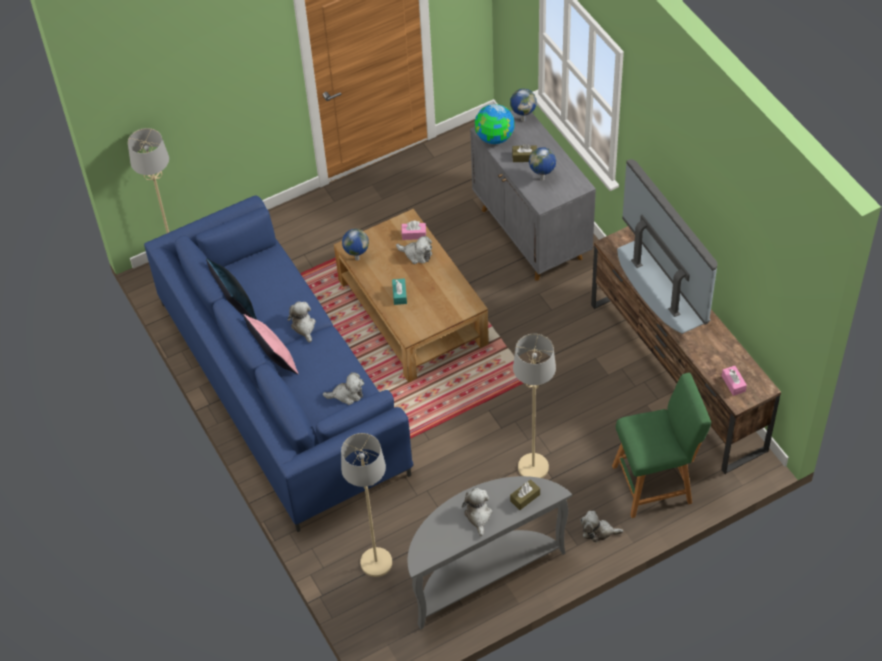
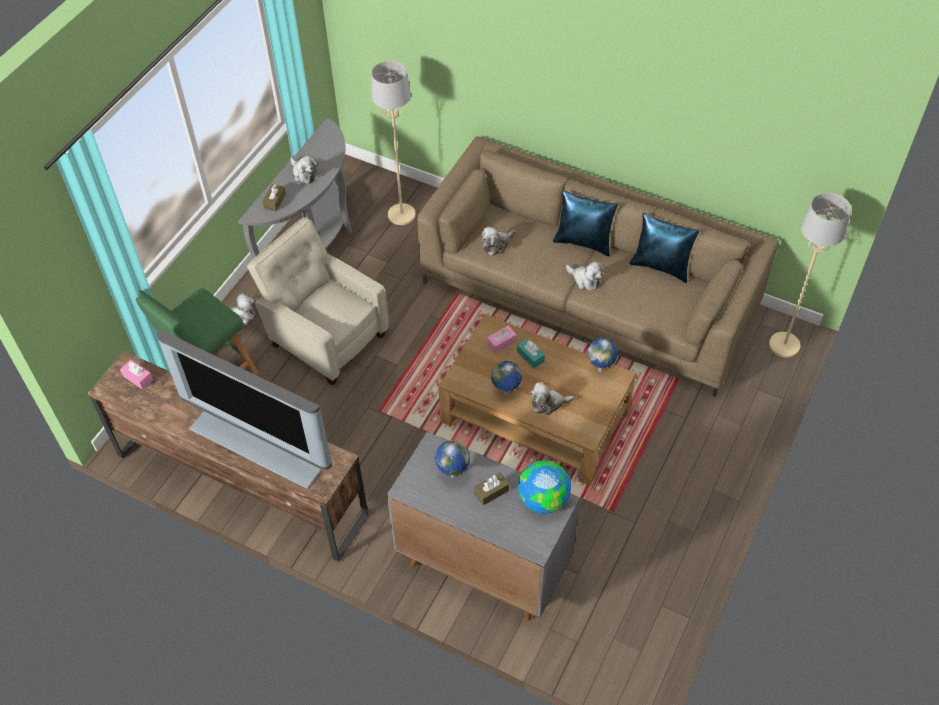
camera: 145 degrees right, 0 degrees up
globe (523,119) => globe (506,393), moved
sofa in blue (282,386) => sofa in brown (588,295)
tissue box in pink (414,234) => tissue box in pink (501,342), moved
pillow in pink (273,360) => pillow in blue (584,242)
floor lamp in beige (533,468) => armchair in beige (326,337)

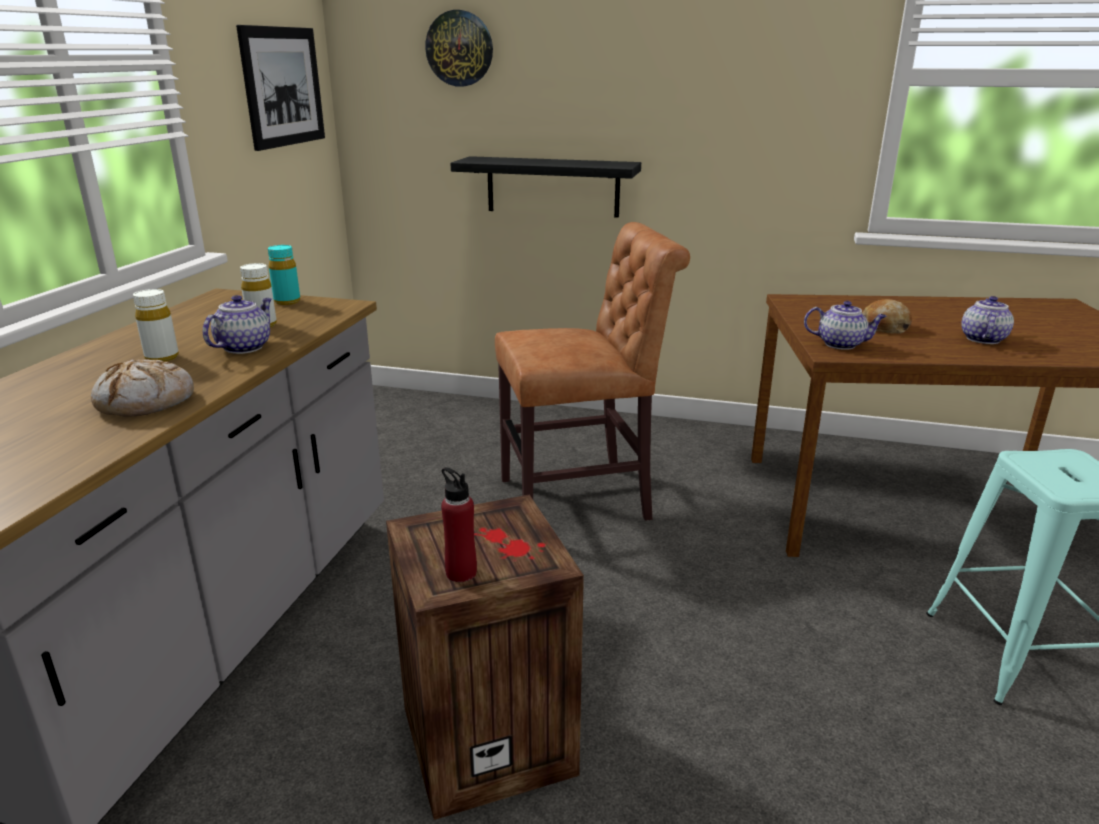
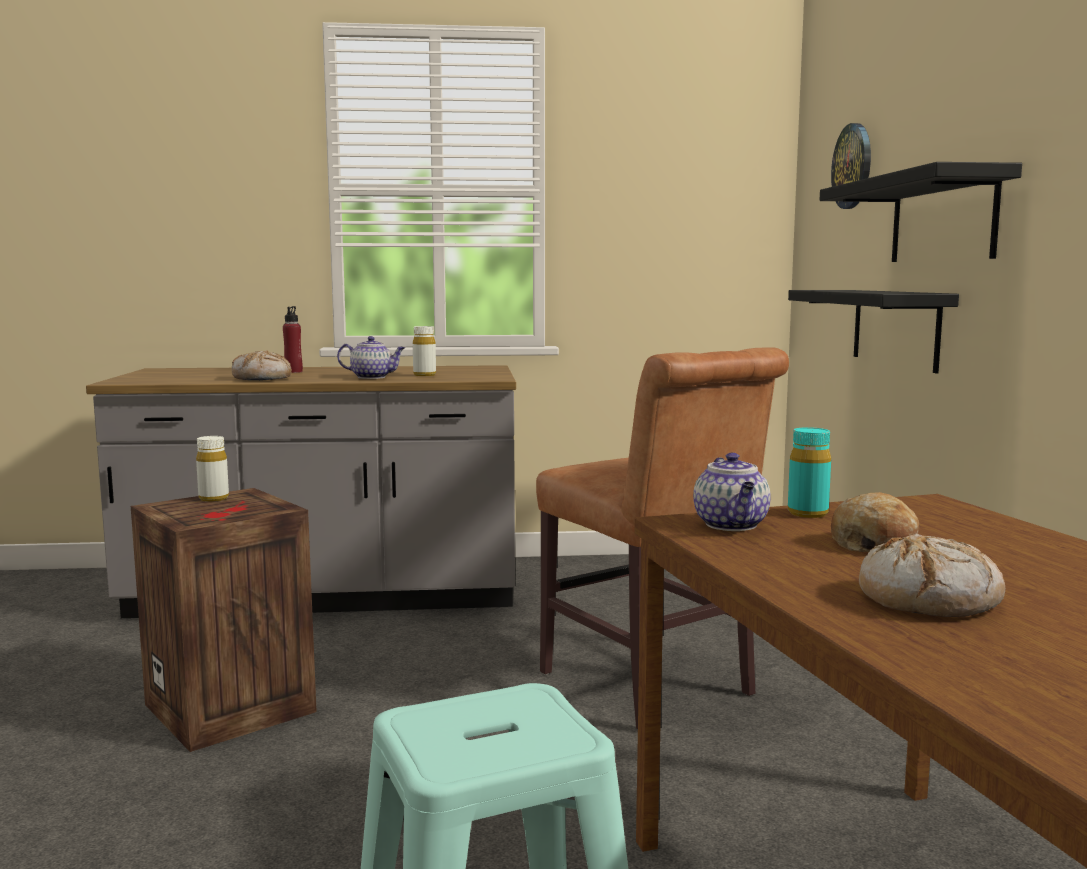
camera: 70 degrees right, 15 degrees down
picture (283,87) => nothing
bottle in turquoise (287,301) => bottle in turquoise (807,513), moved
bottle in white (162,358) => bottle in white (213,498), moved
teapot (982,339) => bread (929,599)
bottle in red (461,572) => bottle in red (293,371), moved
nothing => shelf in black (942,219)

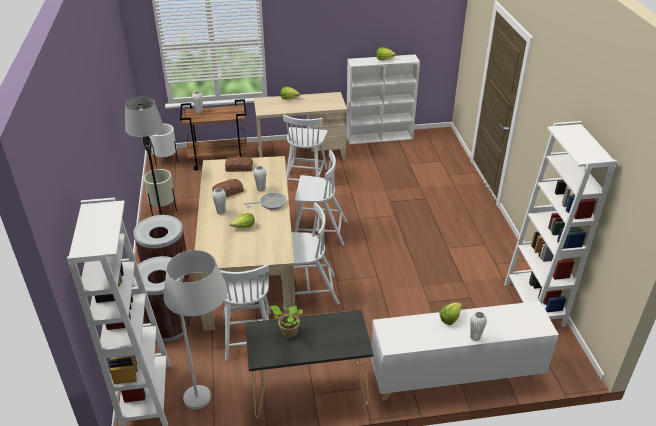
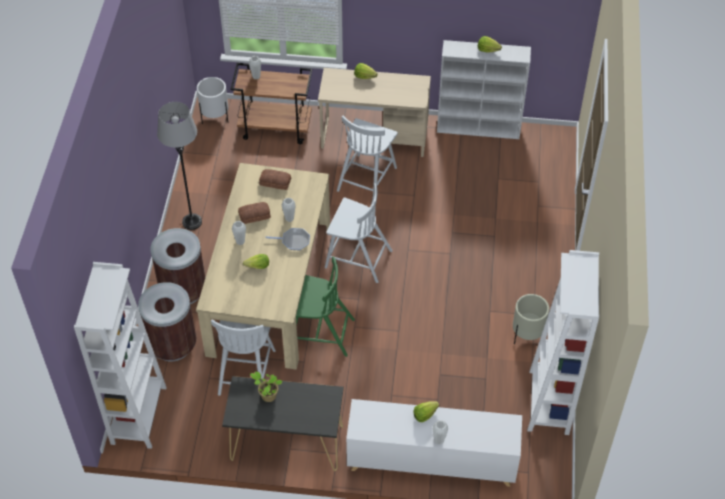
camera: 15 degrees right, 15 degrees up
planter in beige (163,209) => planter in beige (527,335), moved
chair in white (307,291) => chair in green (320,333)
floor lamp in white (212,395) => nothing

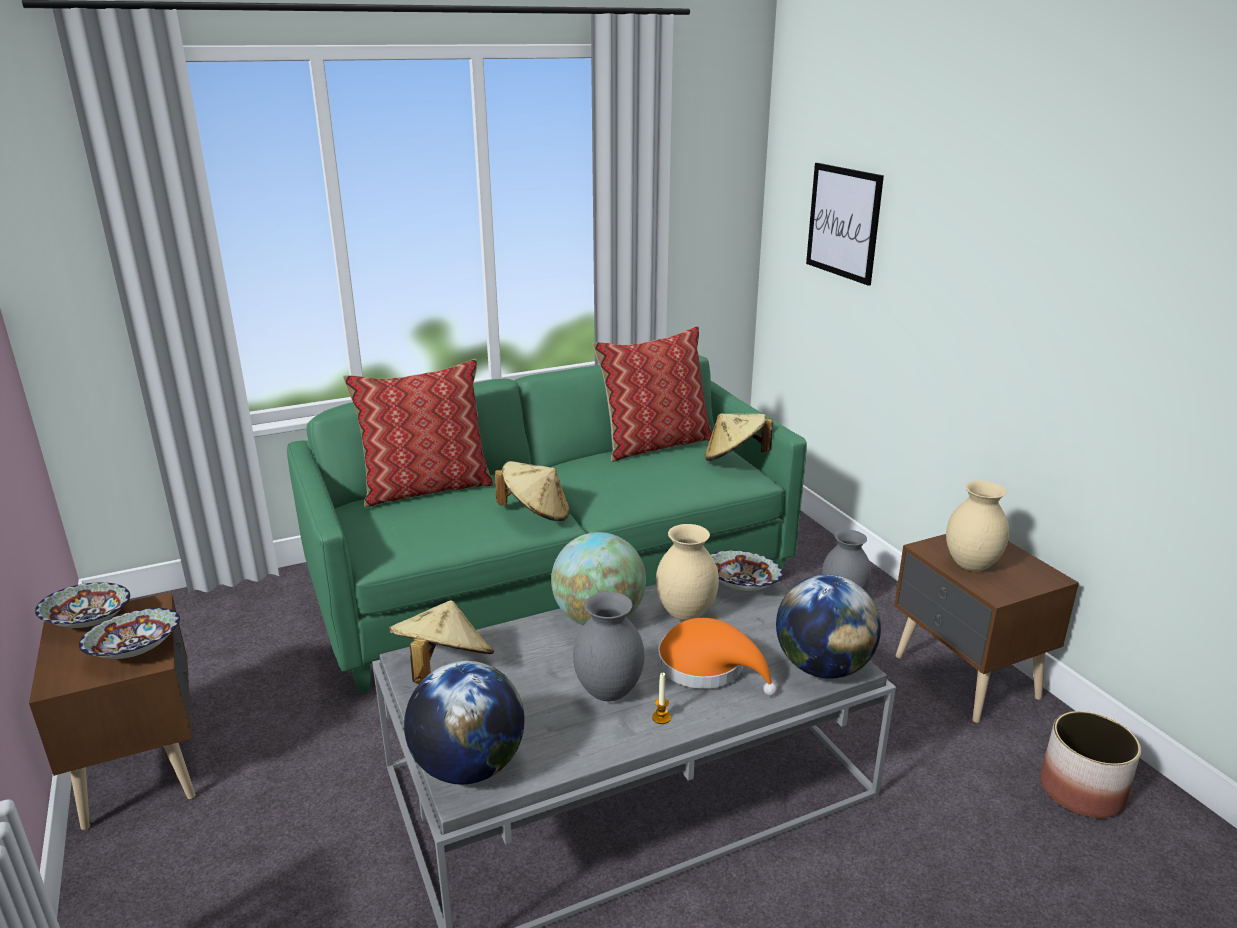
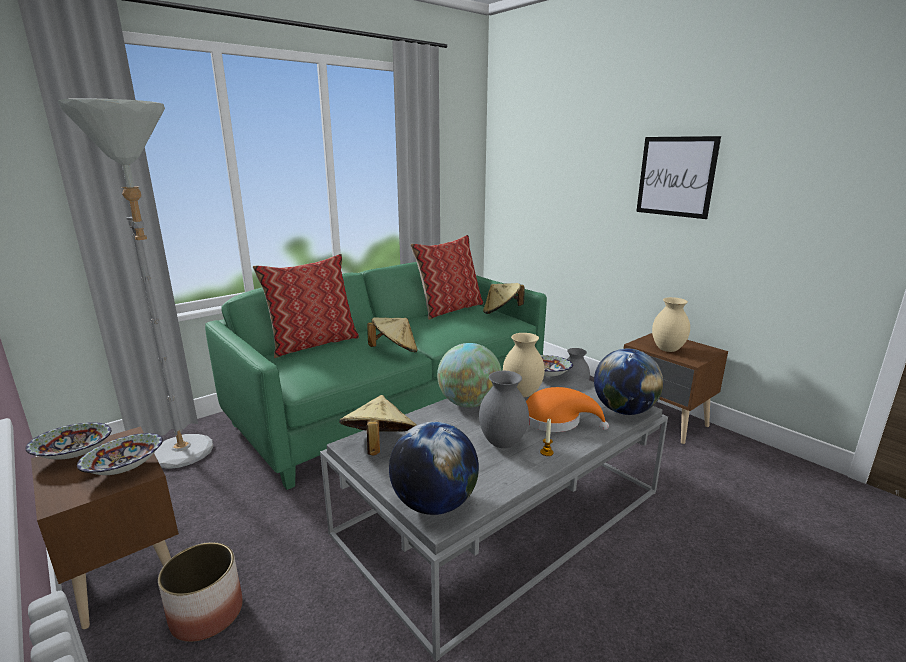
camera: 15 degrees left, 5 degrees down
picture (843,222) => picture (676,176), moved
planter (1082,791) => planter (207,614), moved
nothing => floor lamp in grey (186,458)

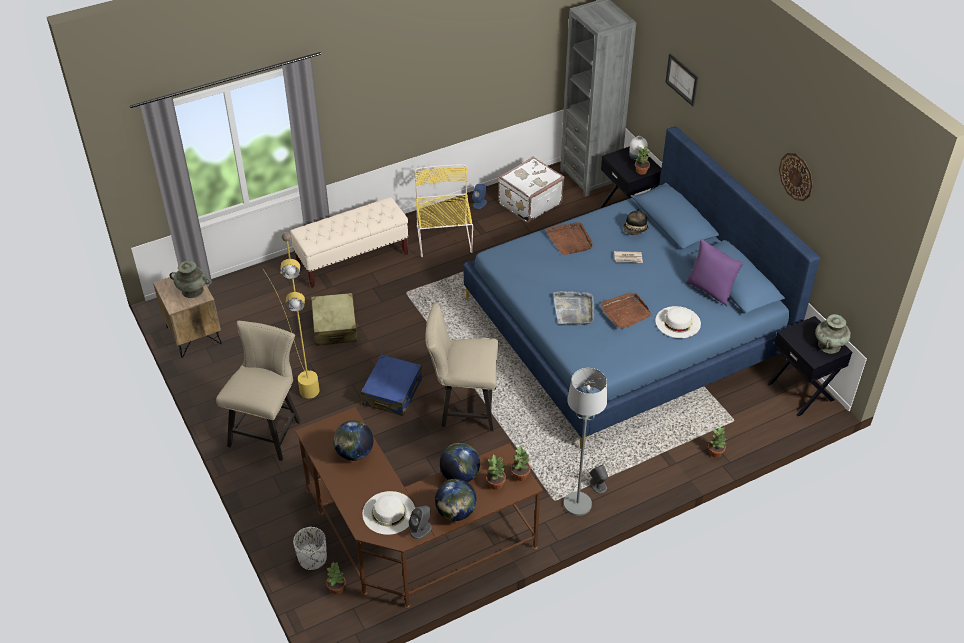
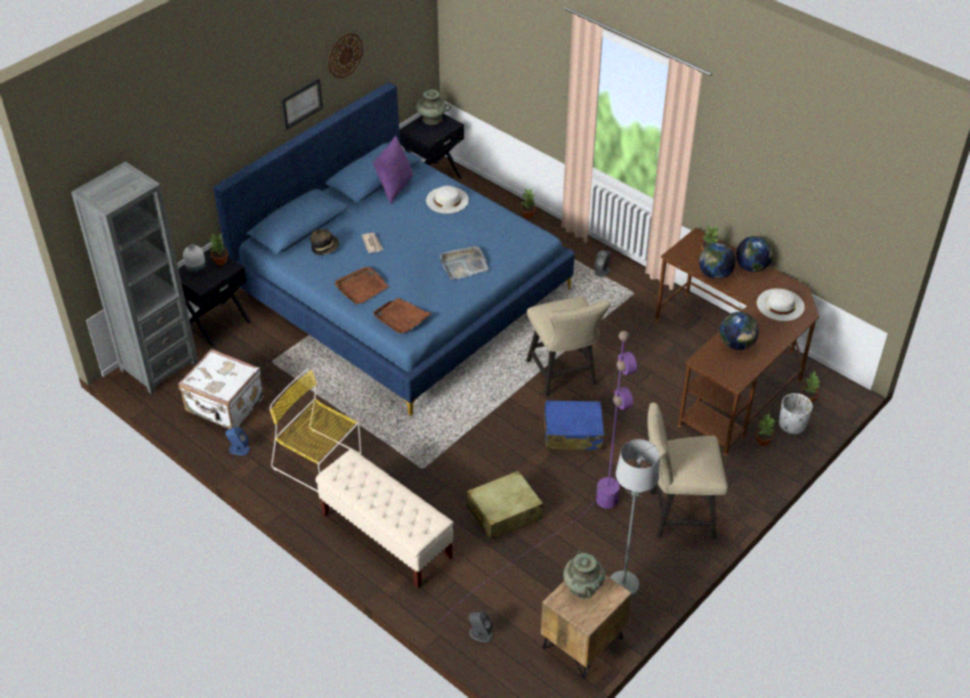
camera: 110 degrees left, 0 degrees up
picture (682,79) => picture (301,103), moved
chair in yellow (444,240) => chair in yellow (319,462), 60 degrees clockwise
floor lamp in yellow (297,353) => floor lamp in purple (561,531)
tray in brown (625,312) => tray in brown (401,317), moved
floor lamp in grey (577,504) => floor lamp in grey (623,584), moved
potted plant (520,475) => potted plant (762,441), moved
speaker in grey (421,530) => speaker in grey (480,634), moved

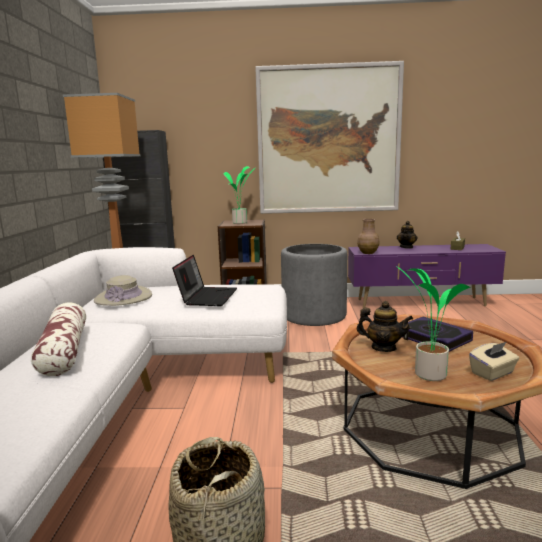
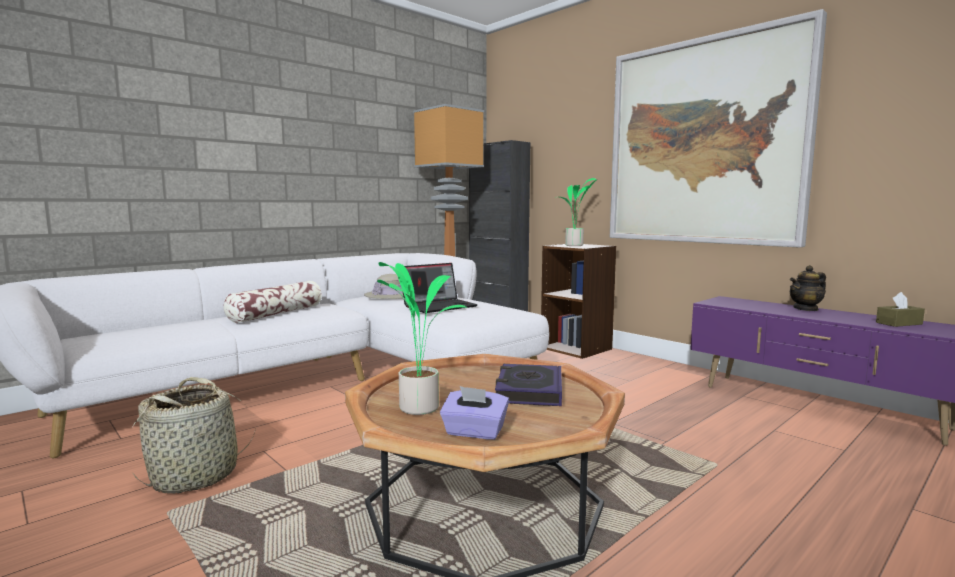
camera: 45 degrees right, 5 degrees down
vase in brown (368,252) => nothing
planter in grey (314,315) => nothing
teapot (383,348) => nothing
tissue box in beige (492,373) => tissue box in purple (474,432)

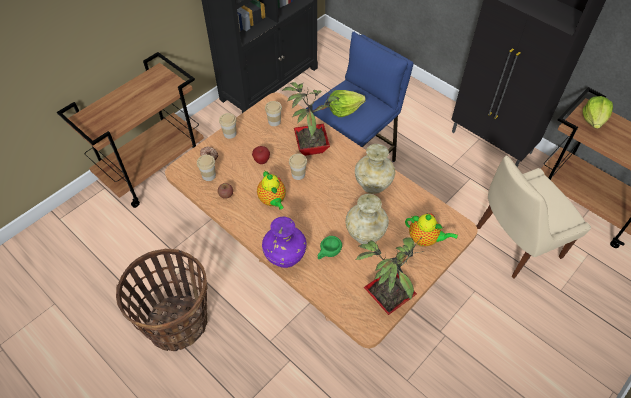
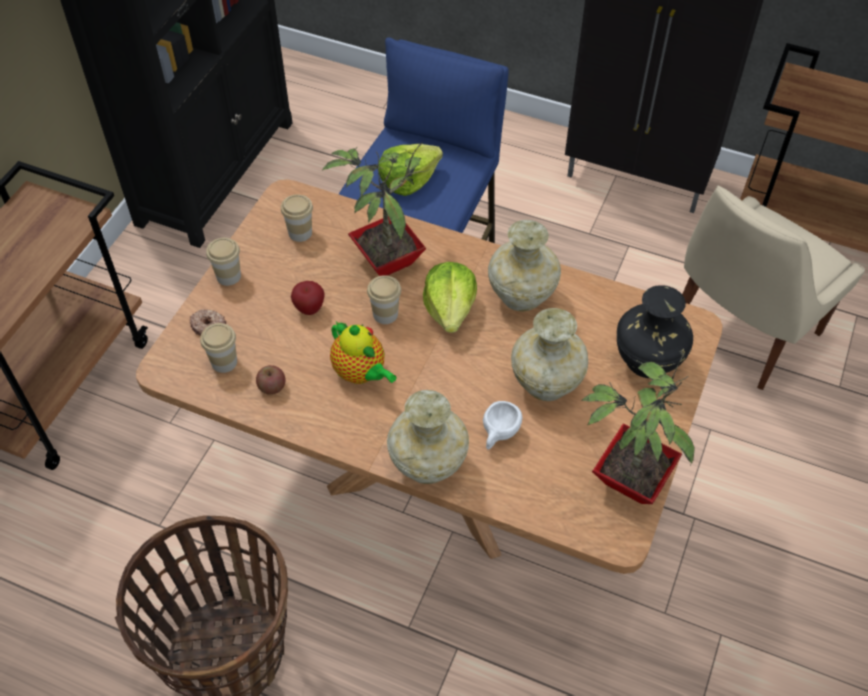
camera: 20 degrees left, 0 degrees up
lettuce (594,120) => lettuce (450,309), moved
teapot (425,239) => vase in black (646,362)
vase in purple (284,257) => vase in beige (427,465)
cup in green (328,253) => cup in white (498,434)

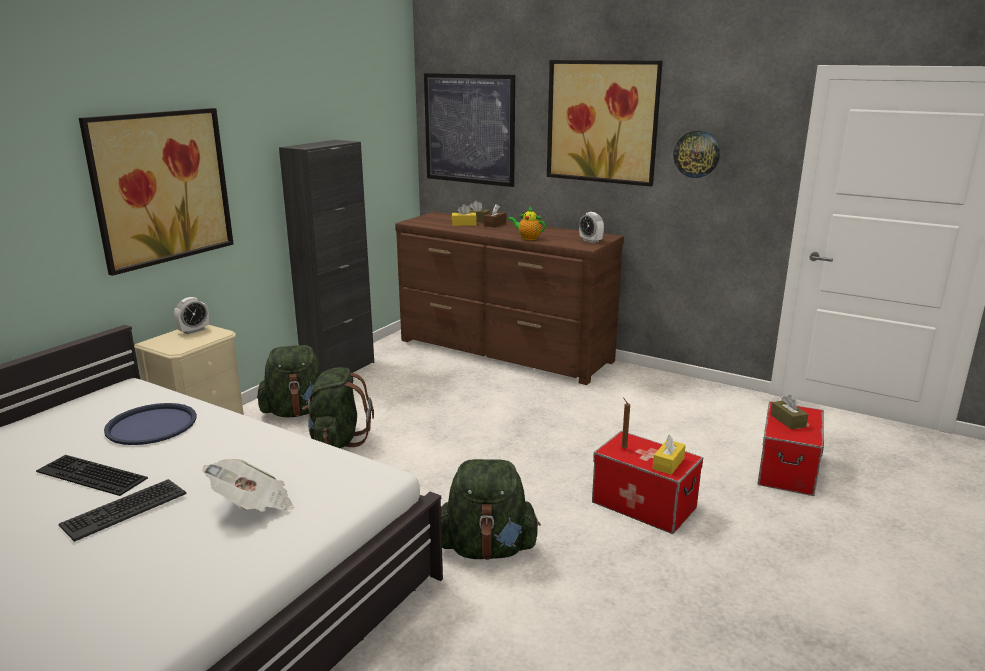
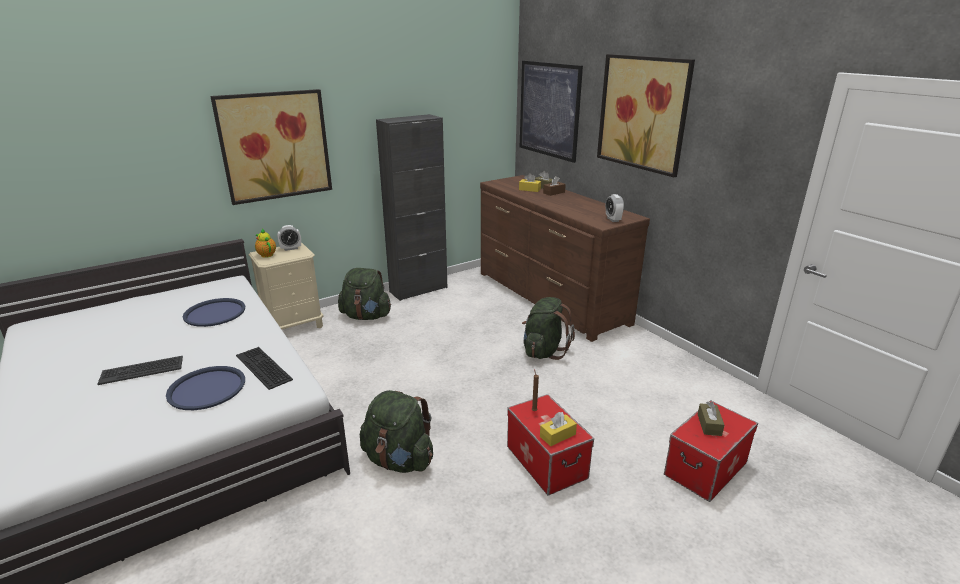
camera: 25 degrees right, 5 degrees up
wall clock (696,154) => nothing
teapot (528,238) => teapot (266,254), moved
backpack in green (337,440) => backpack in green (544,351), moved
keyboard (88,476) => keyboard (261,367), moved
newspaper (253,505) => tray in blue (207,388)

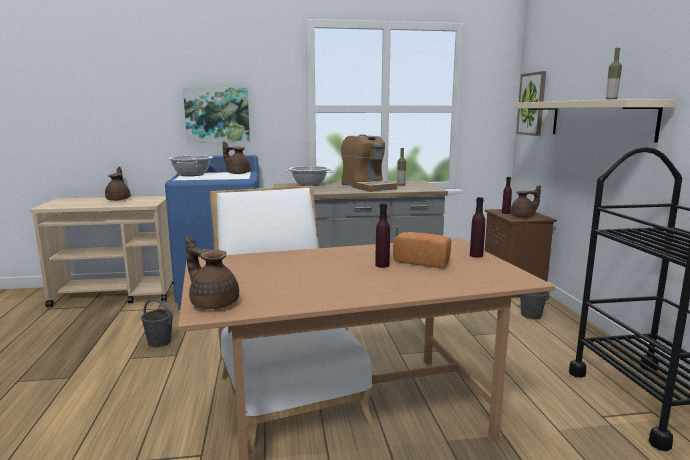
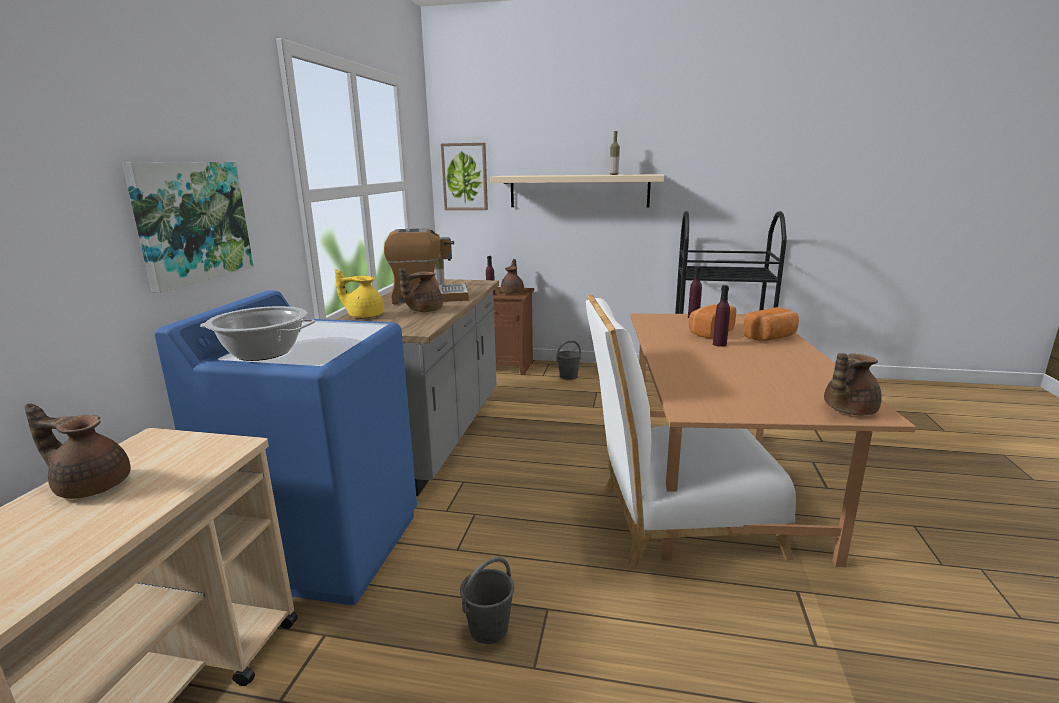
camera: 70 degrees left, 5 degrees up
teapot in brown (237,173) => teapot in brown (423,310), moved
cooking pot (309,184) => teapot in yellow (364,316)
nothing => bread (771,337)

